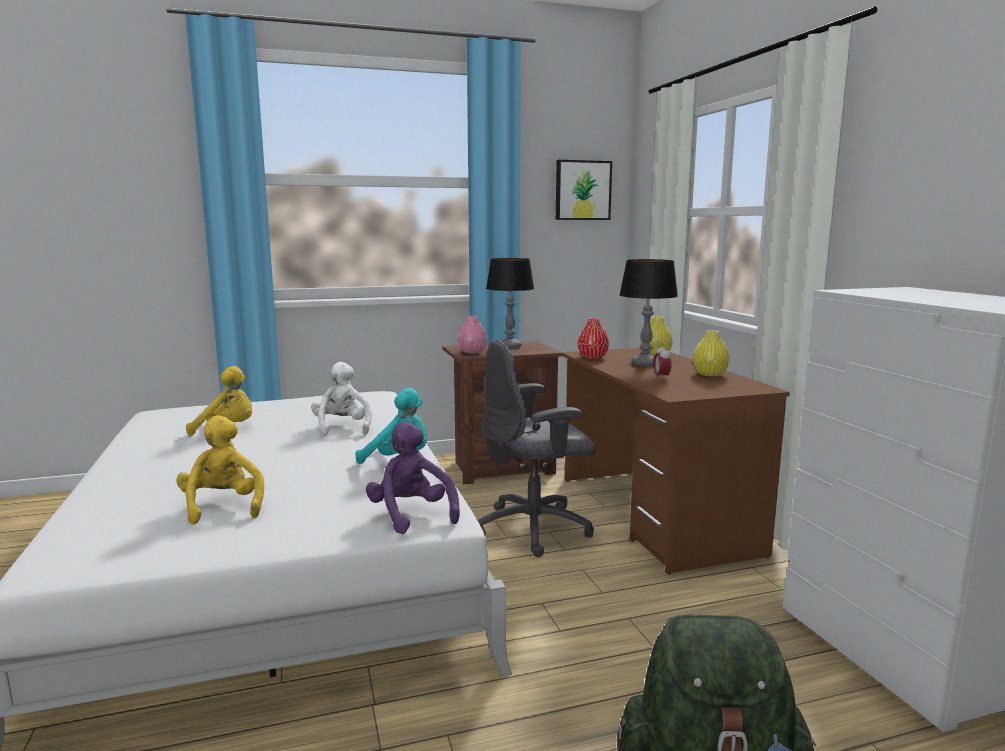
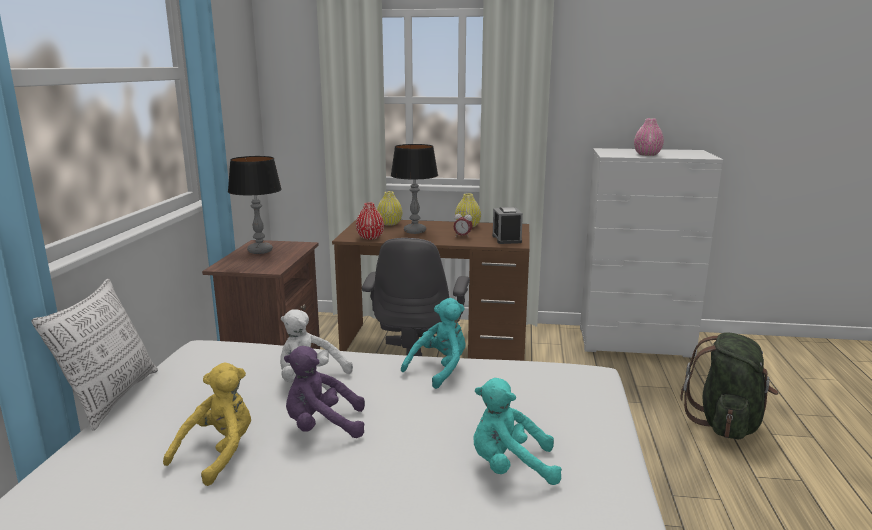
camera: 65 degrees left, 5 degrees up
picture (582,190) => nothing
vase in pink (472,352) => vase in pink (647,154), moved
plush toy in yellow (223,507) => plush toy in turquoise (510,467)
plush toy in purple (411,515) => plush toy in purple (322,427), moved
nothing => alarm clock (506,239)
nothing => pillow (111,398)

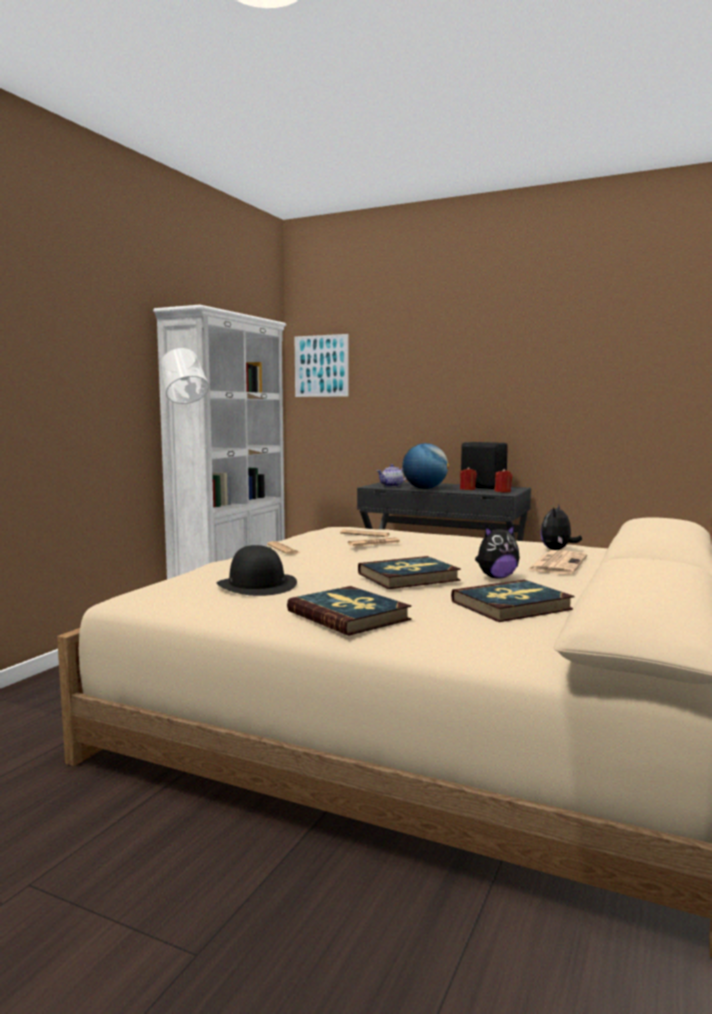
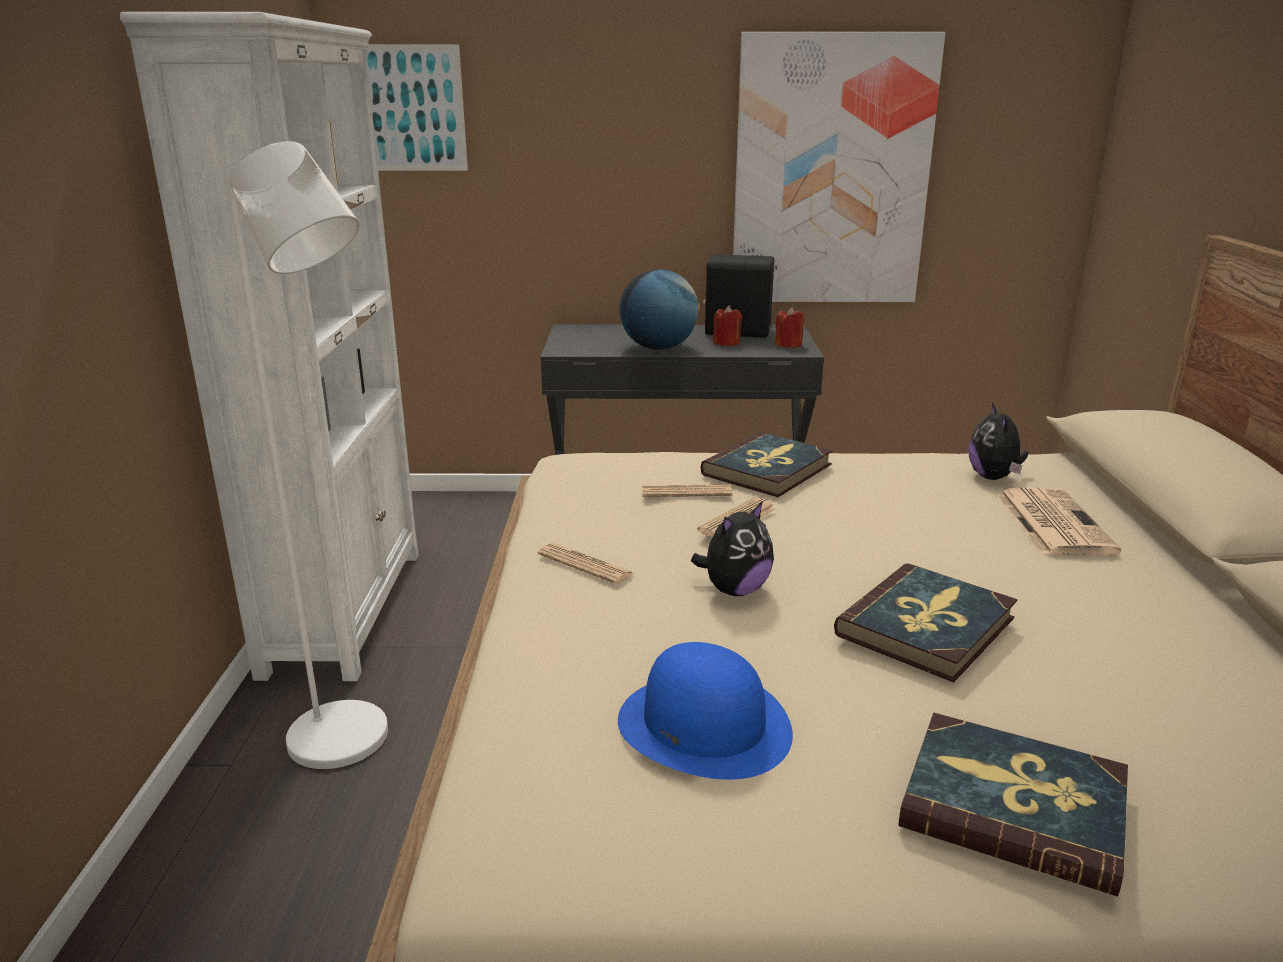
camera: 25 degrees left, 15 degrees up
teapot (392,486) => nothing
plush toy (496,577) => plush toy (734,590), moved
hat in black (257,585) => hat in blue (705,725)
book (512,605) => book (768,469), moved
nothing => picture (831,173)

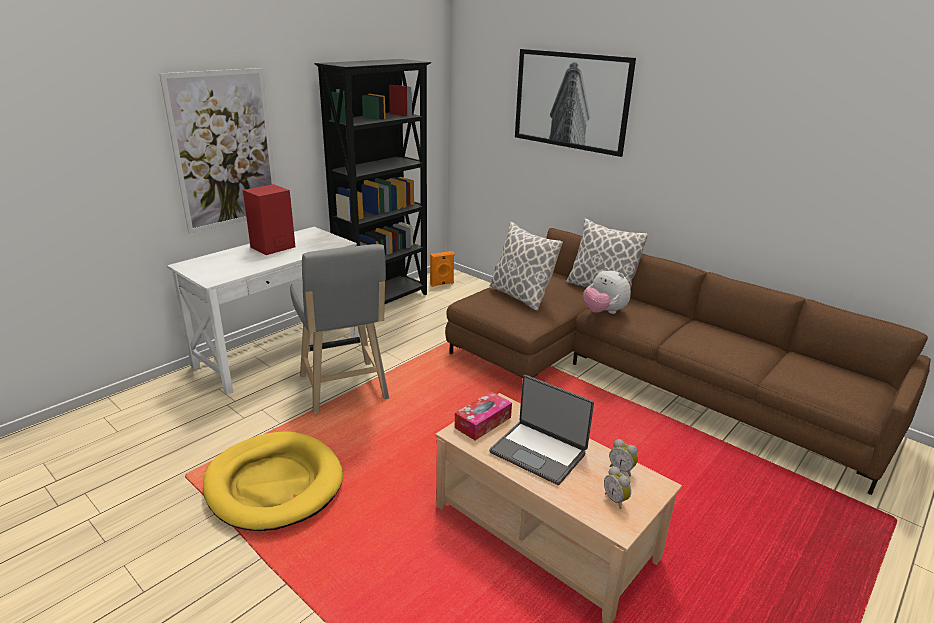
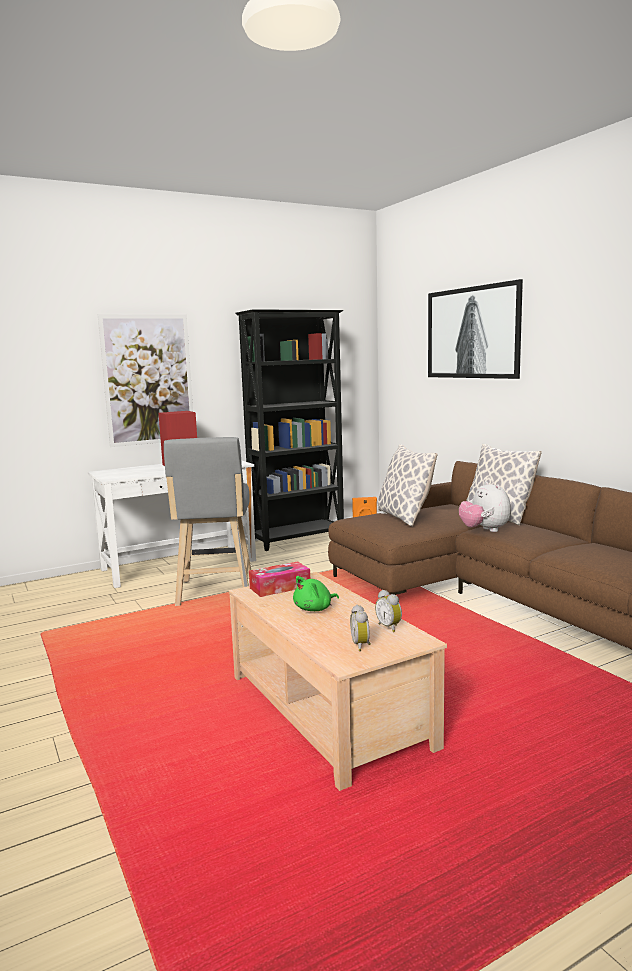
camera: 20 degrees right, 15 degrees down
laptop (539,452) => plush toy in green (315,609)
dog bed in yellow (274,484) => nothing

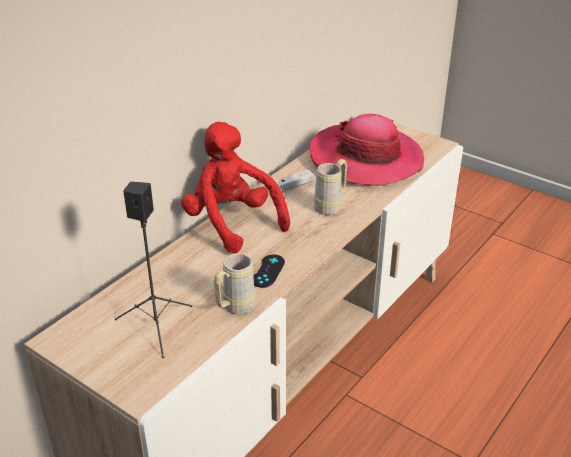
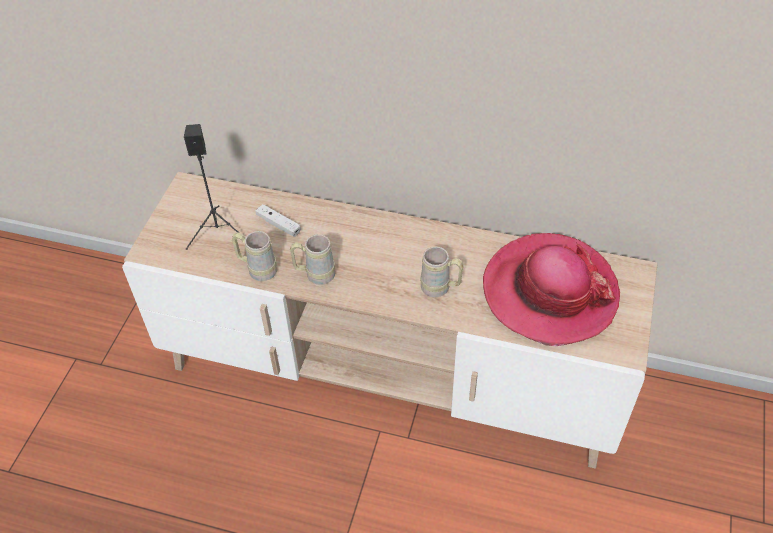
camera: 70 degrees right, 15 degrees up
plush toy in red (232,223) => nothing
game controller in white (290,187) => game controller in white (278,224), moved
game controller in black (268,271) => mug in beige (314,274)

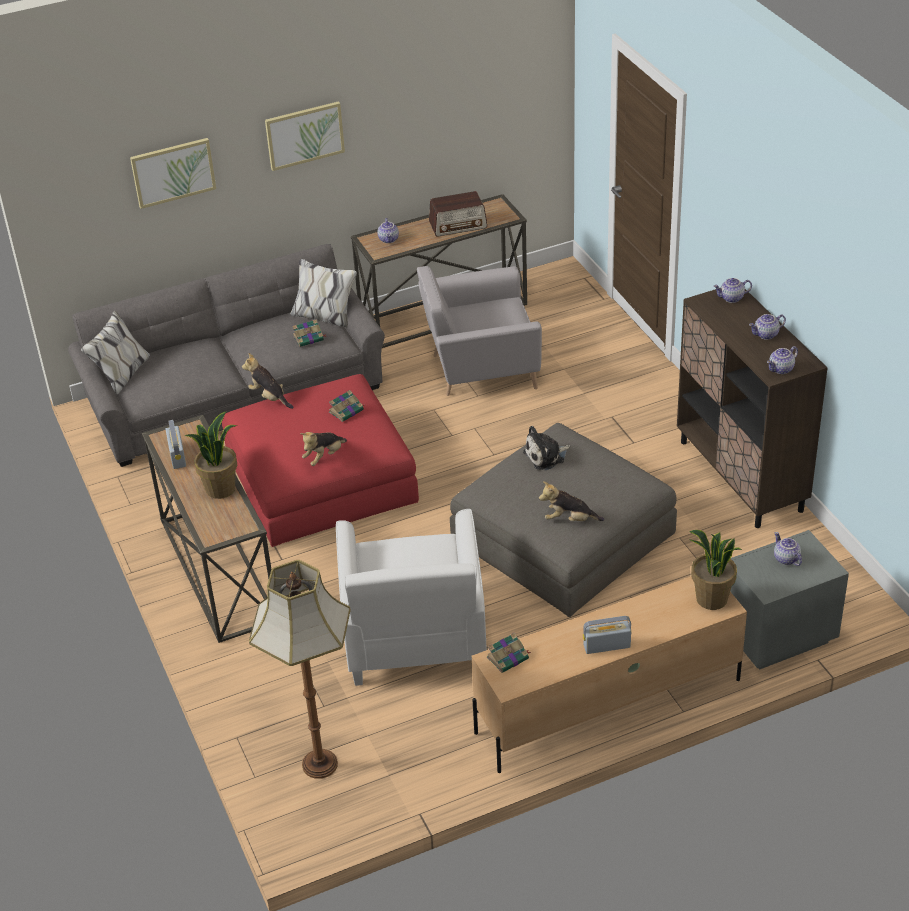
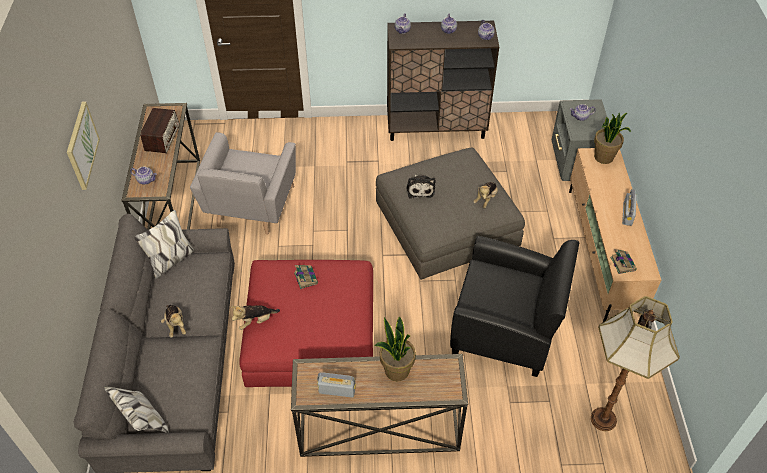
camera: 70 degrees left, 10 degrees up
picture (173,172) => nothing
book (309,338) => nothing
plush toy (324,457) => plush toy (175,325), moved
armchair in white (414,638) => armchair in black (505,330)

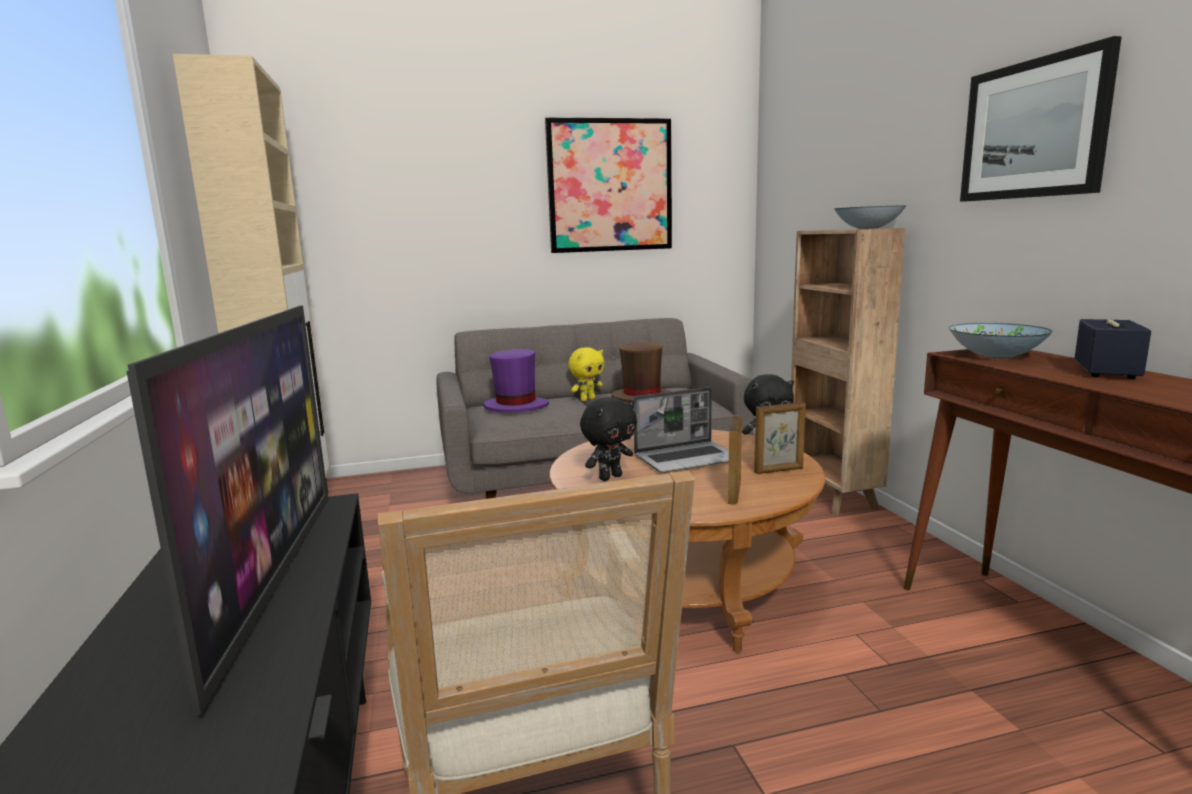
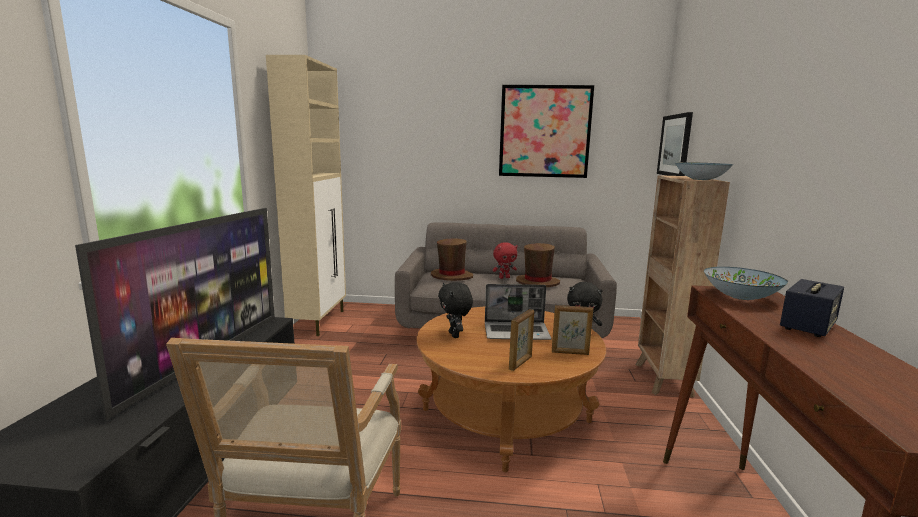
camera: 20 degrees right, 0 degrees up
picture (1033,129) => picture (675,145), moved
plush toy in yellow (587,399) => plush toy in red (504,277)
hat in purple (516,407) => hat in brown (451,276)
plush toy in black (610,477) => plush toy in black (455,335), 90 degrees clockwise

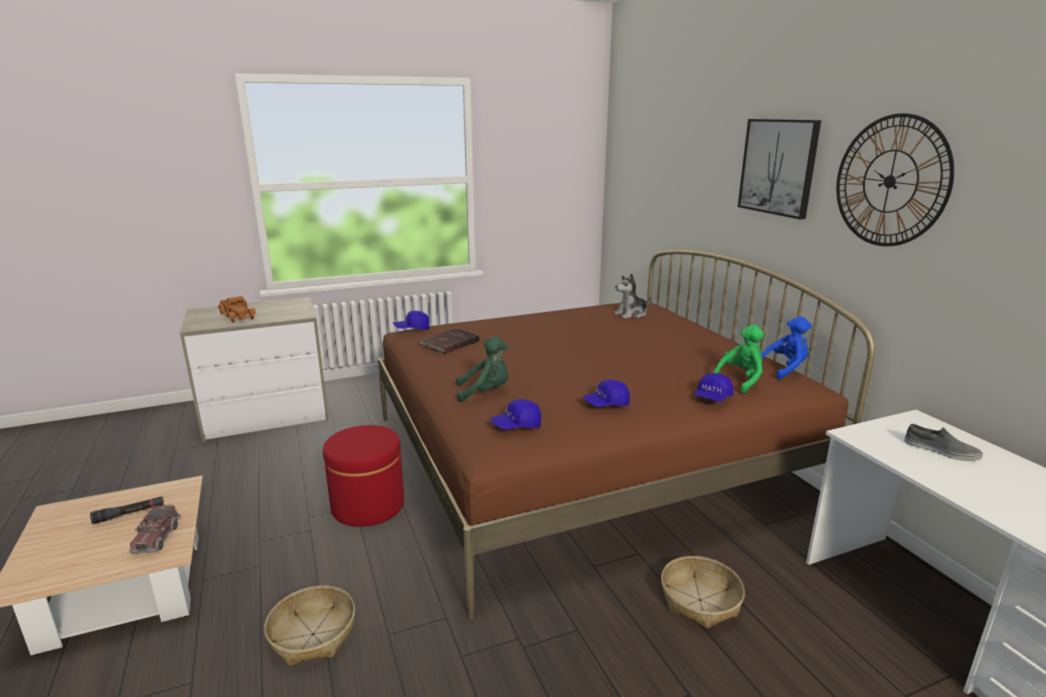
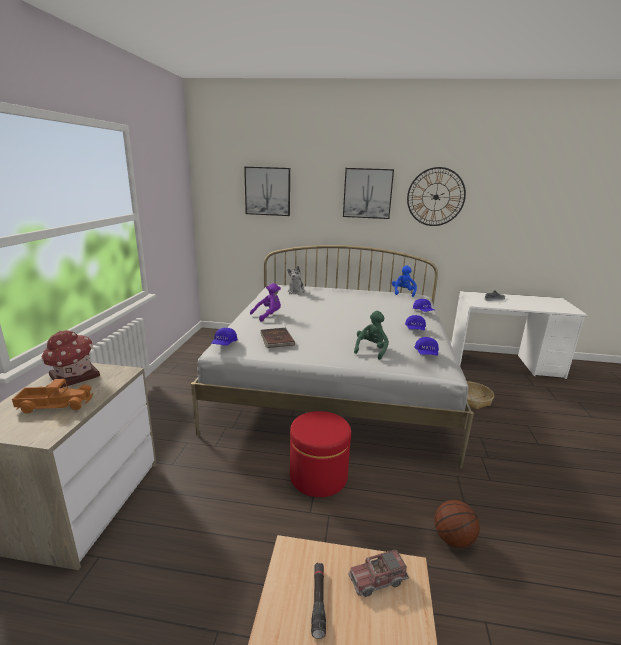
camera: 60 degrees left, 0 degrees up
bed in brown (584,458) => bed in white (336,382)
plush toy in green (740,380) => nothing
toy truck (157,538) => toy truck (377,579), 135 degrees clockwise
basket (312,634) => basketball (452,539)
nothing => picture (267,191)
nothing => plush toy in purple (268,315)
nothing => toy house (73,377)

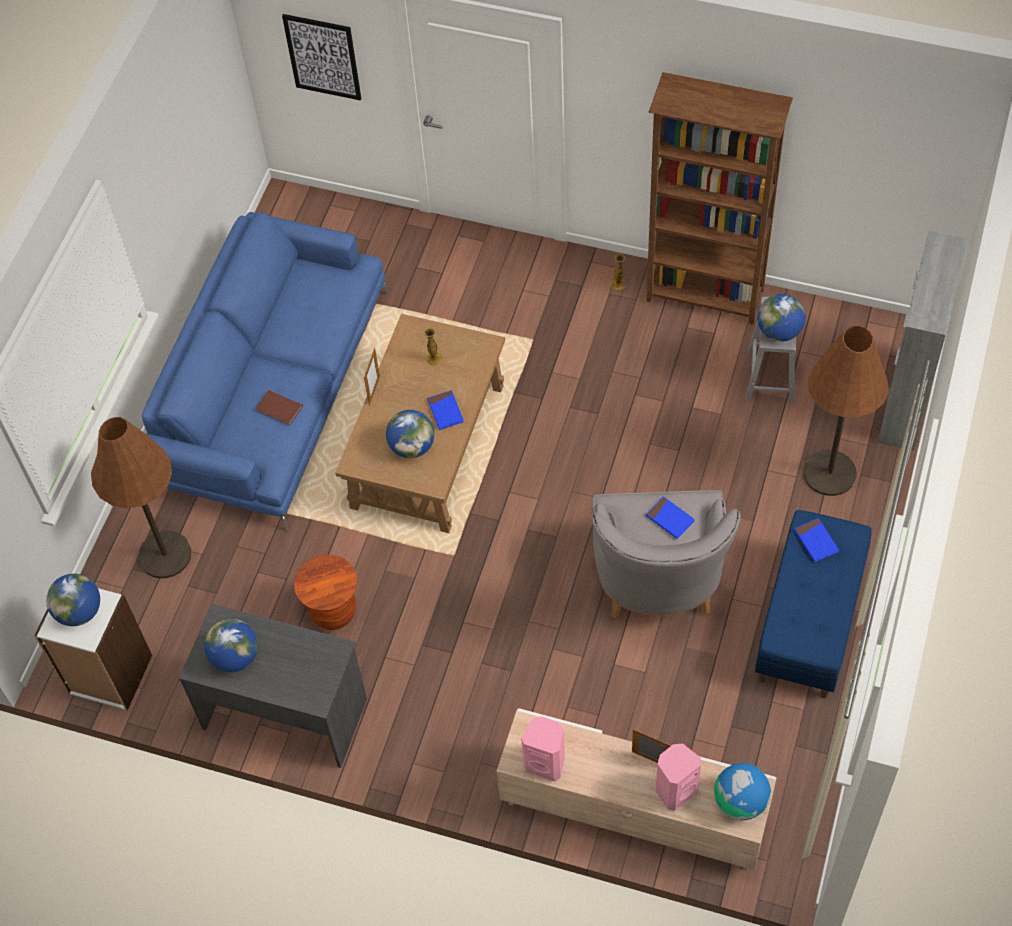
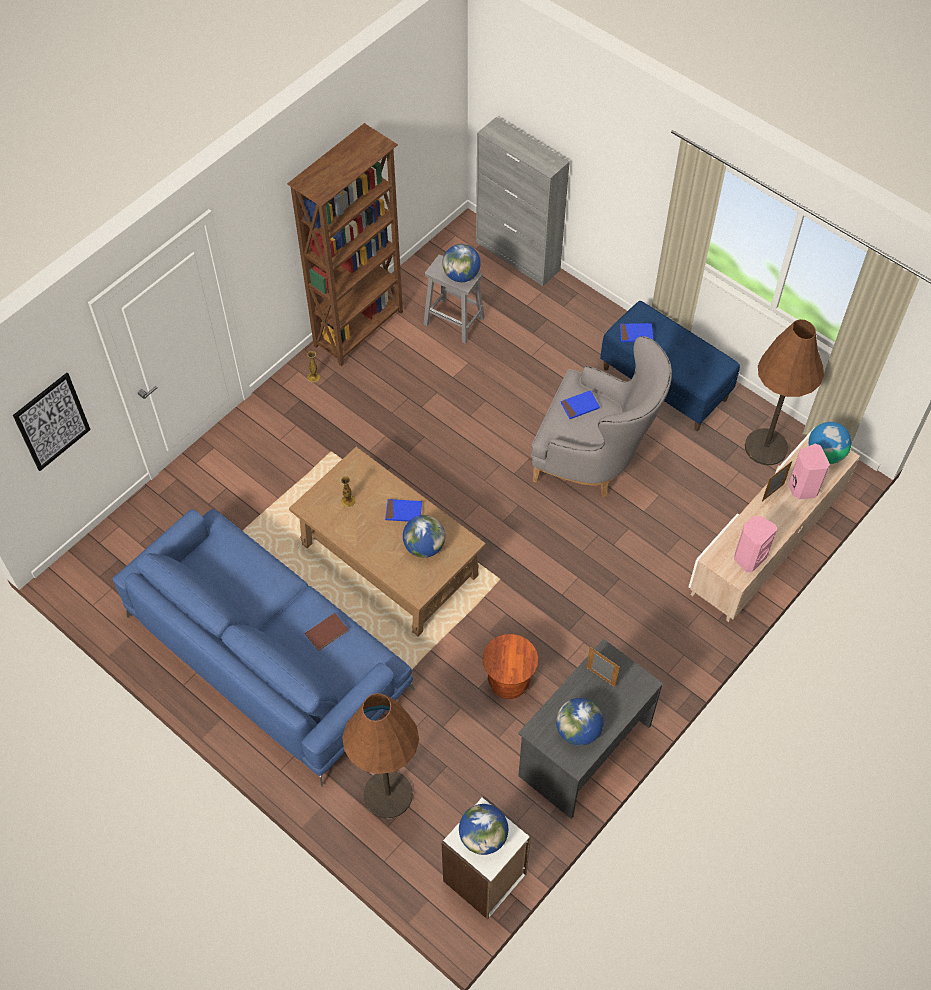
camera: 70 degrees left, 0 degrees up
floor lamp in brown (829,473) => floor lamp in brown (766,447), moved
picture frame (374,390) => picture frame (600,677), moved

